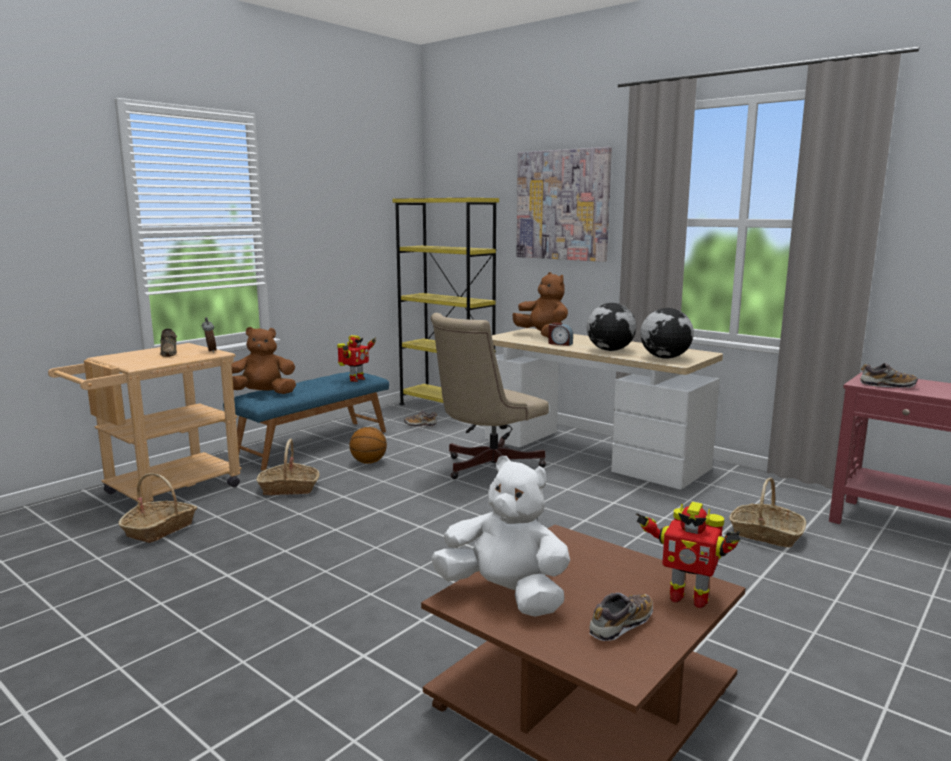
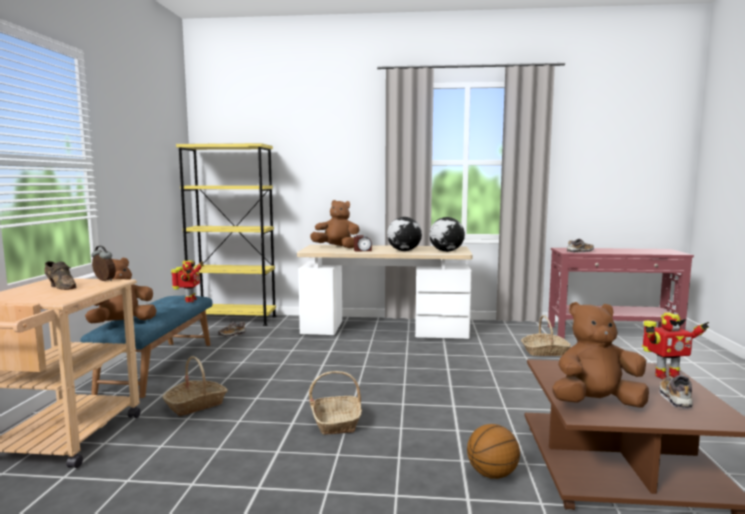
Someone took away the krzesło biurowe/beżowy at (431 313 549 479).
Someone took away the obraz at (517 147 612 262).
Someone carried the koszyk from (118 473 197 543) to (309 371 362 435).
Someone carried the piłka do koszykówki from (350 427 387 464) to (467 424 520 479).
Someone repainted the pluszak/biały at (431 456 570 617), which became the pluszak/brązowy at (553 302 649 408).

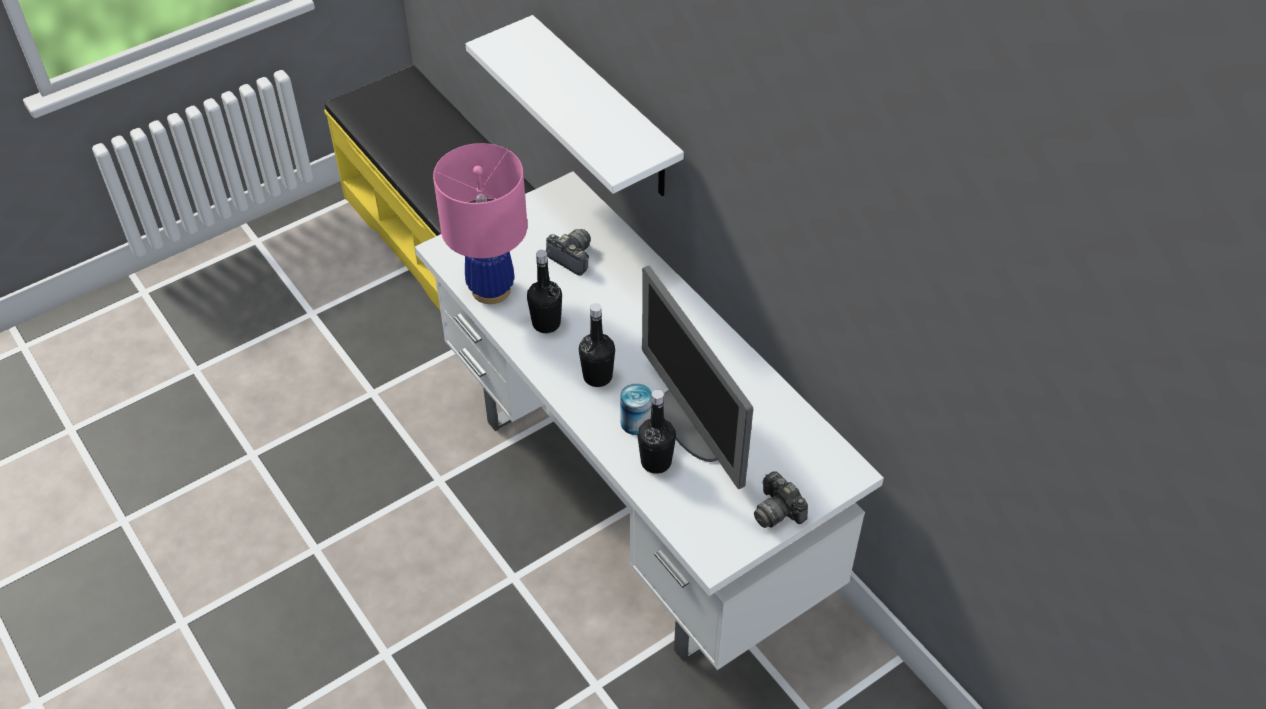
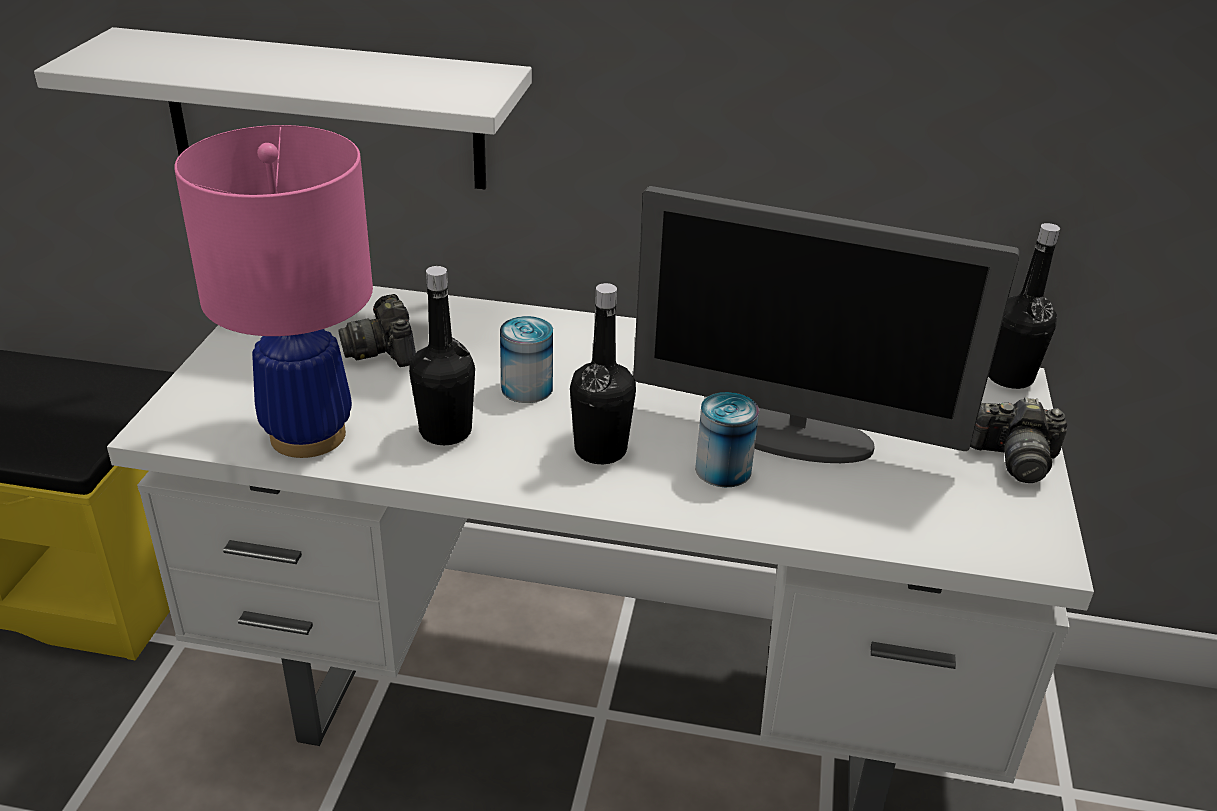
Someone put down the puszka at (500 316 553 403).
Someone carried the butelka/czarny from (638 390 676 474) to (988 223 1060 389).
Someone rotated the aparat fotograficzny at (546 229 591 276) by 105 degrees counterclockwise.

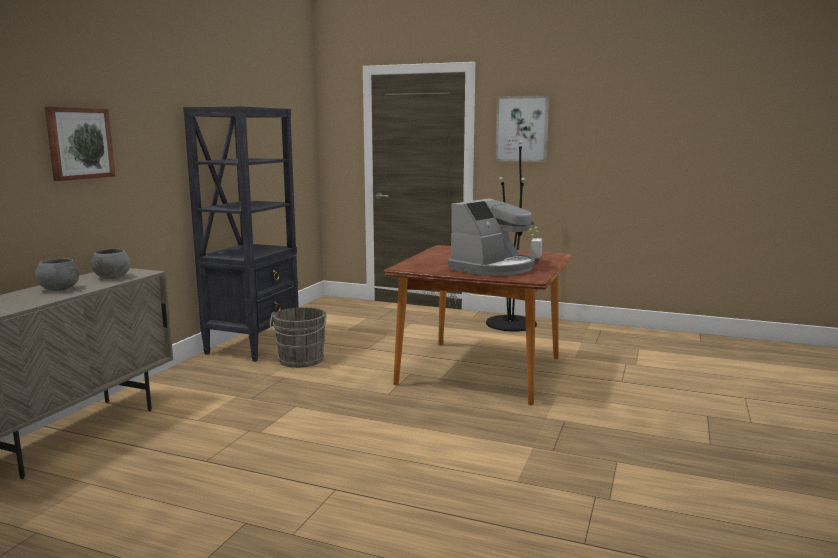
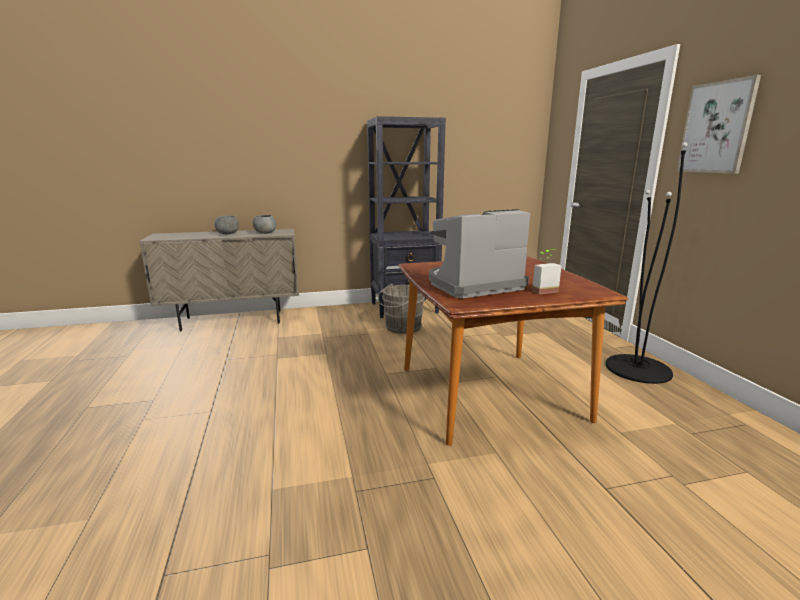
Someone took away the obraz at (45 107 115 181).
Someone rotated the ekspres do kawy at (448 198 535 276) by 150 degrees clockwise.

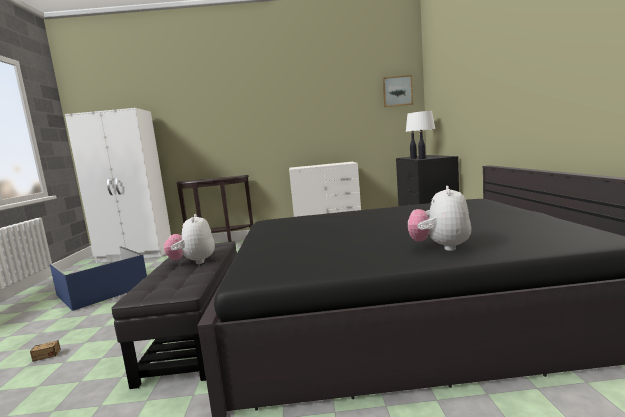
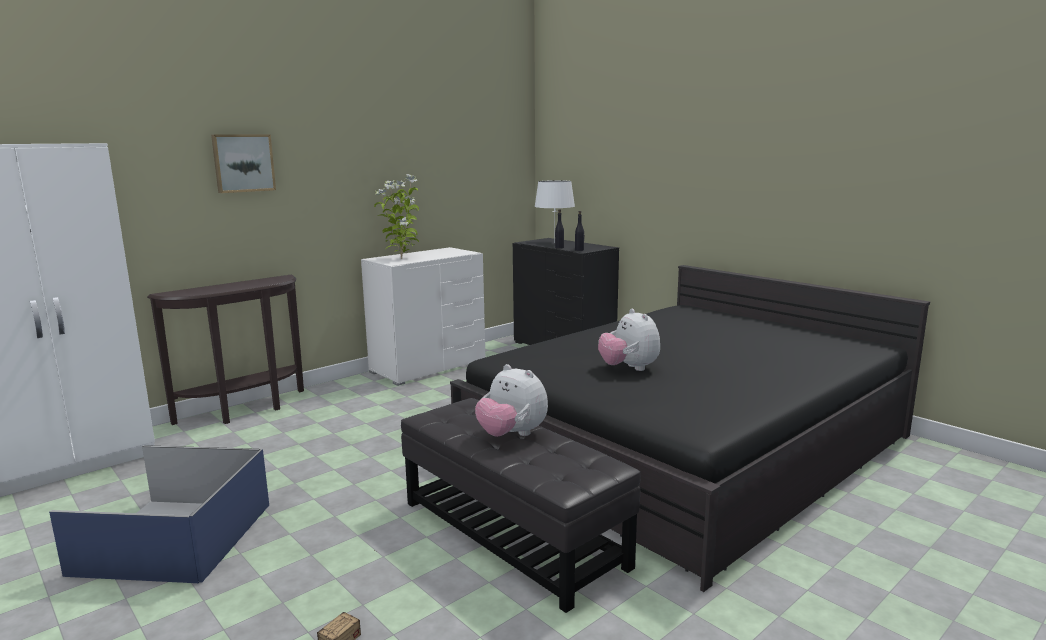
Someone put down the roślina doniczkowa at (374 174 419 259).
Someone carried the obraz from (383 75 413 107) to (211 135 276 193).
Someone carried the pluszak from (408 186 471 251) to (598 309 660 371).

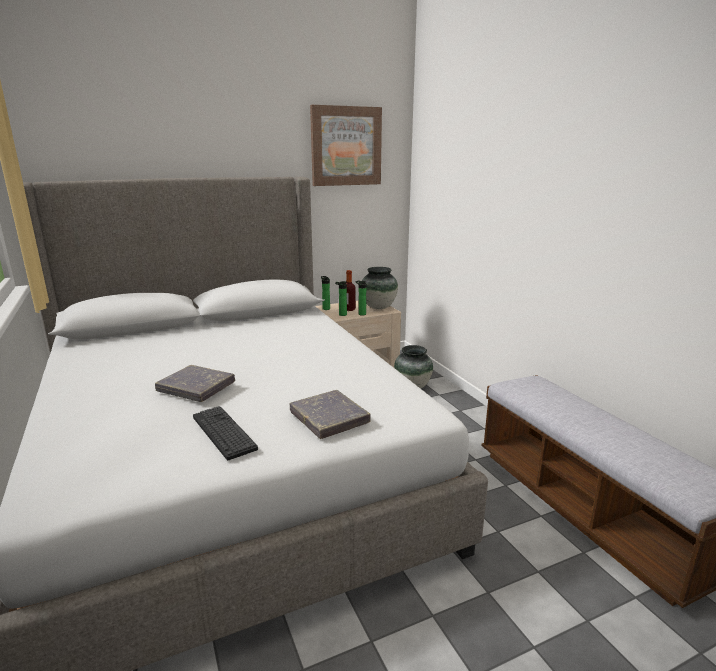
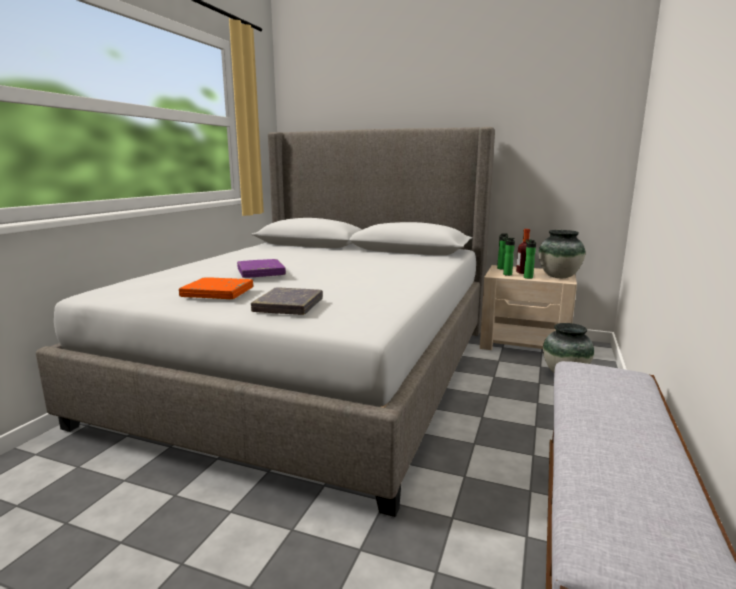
Someone took away the obraz at (310 105 382 186).
Someone swapped the klawiatura at (193 406 258 460) for the książka/pomarańczowy at (179 277 253 299).
Someone repainted the książka/szary at (155 365 235 402), which became the książka/fioletowy at (237 259 286 278).

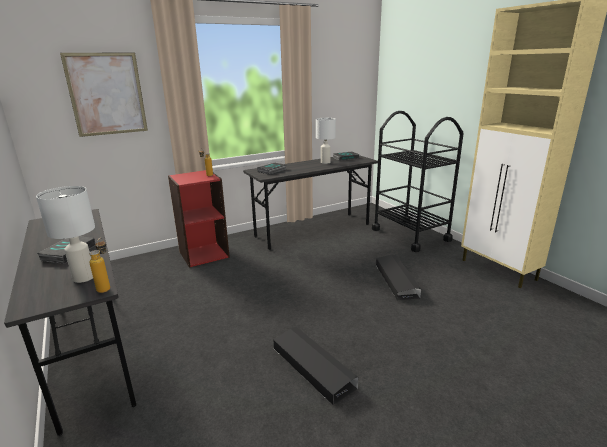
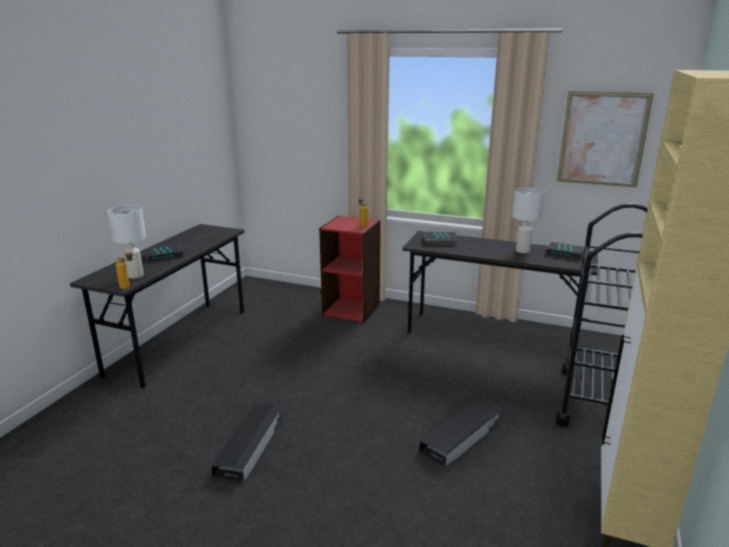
Someone carried the obraz from (60 52 148 137) to (557 91 654 187).

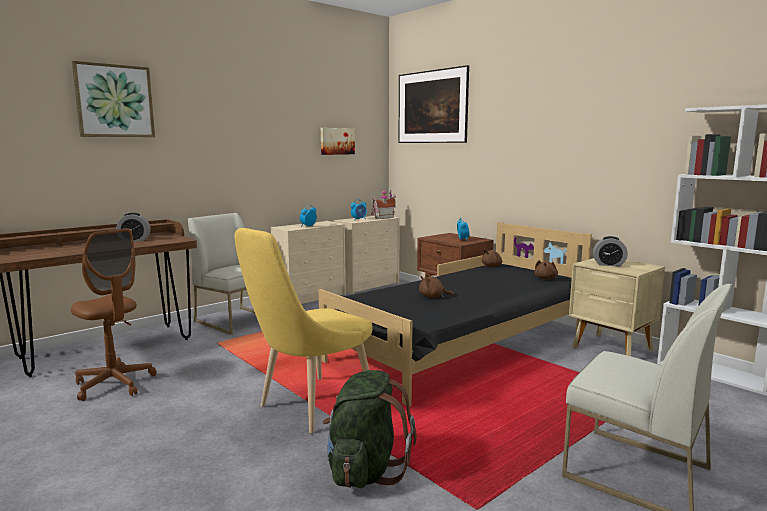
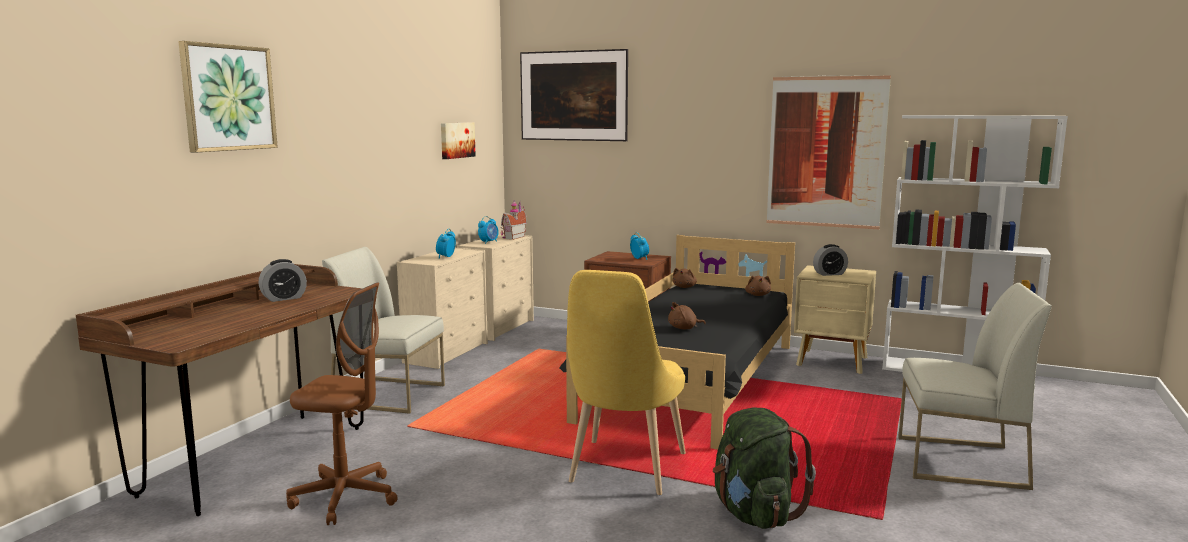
Someone put up the obraz at (766 75 891 229).

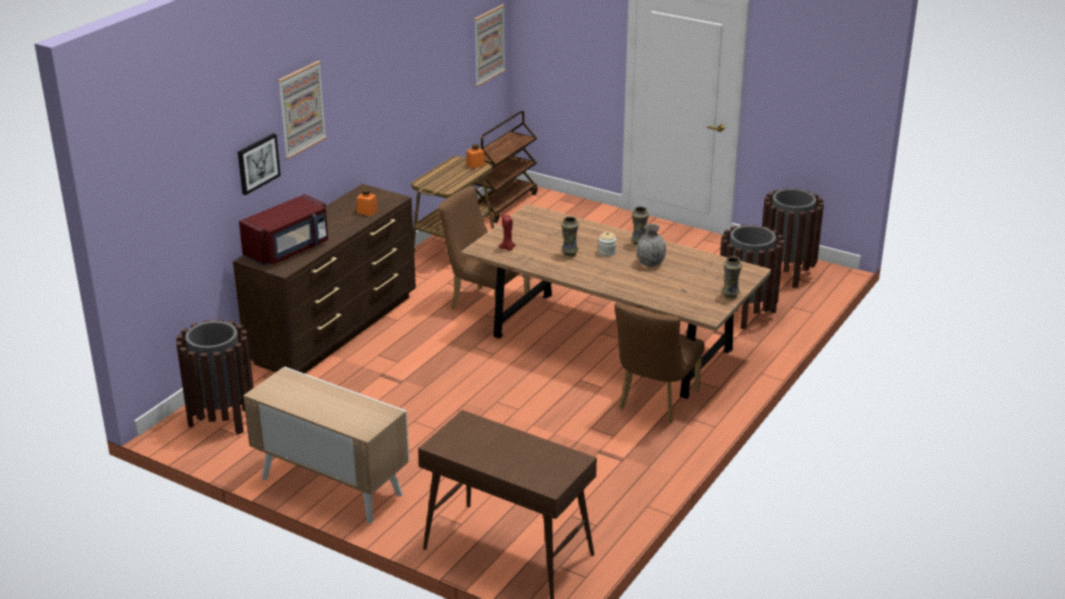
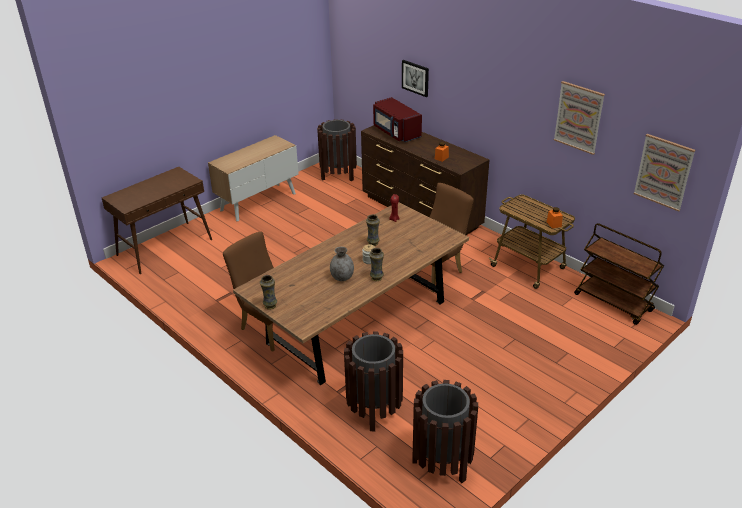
Someone carried the obraz from (278 61 327 159) to (554 81 605 155).

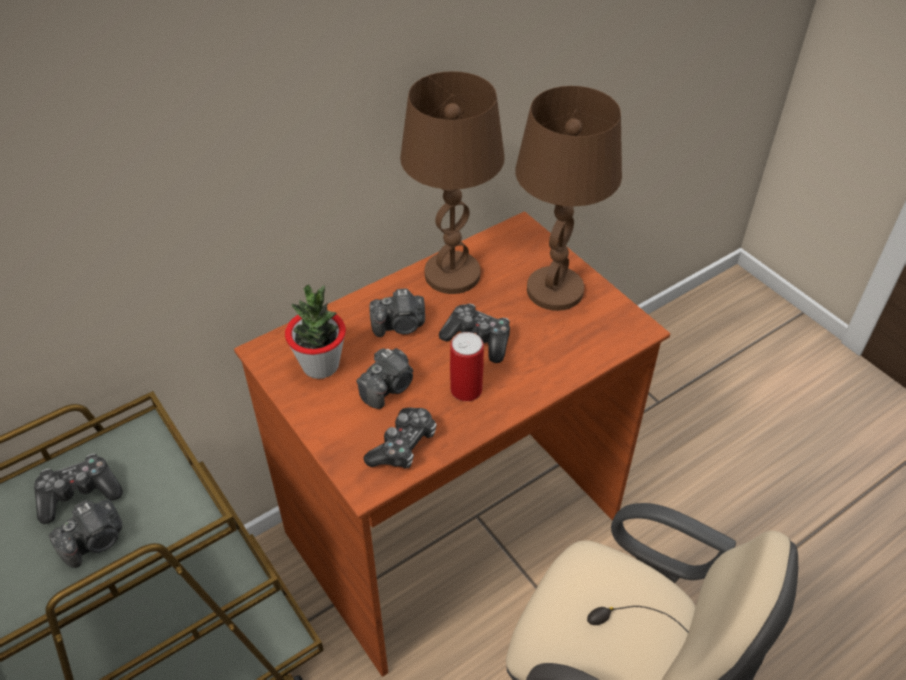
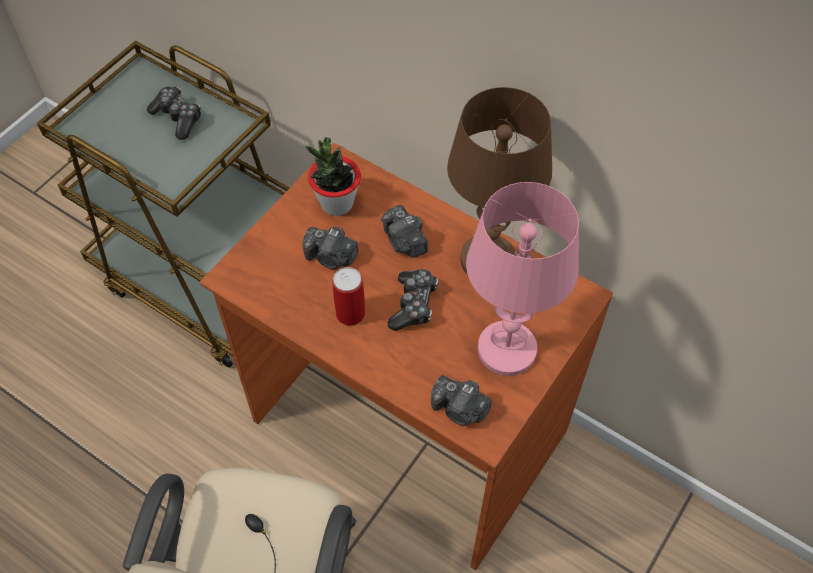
Someone took away the pad do gier at (363 407 437 469).
Someone carried the aparat fotograficzny from (49 499 122 568) to (431 375 492 426).
Someone repainted the lampa stołowa/brązowy at (515 86 622 311), which became the lampa stołowa/różowy at (466 182 579 376).

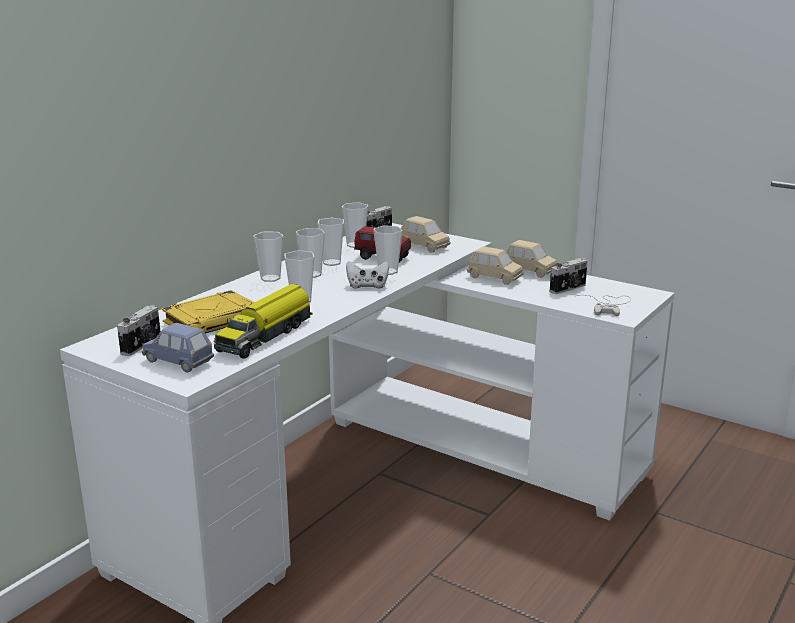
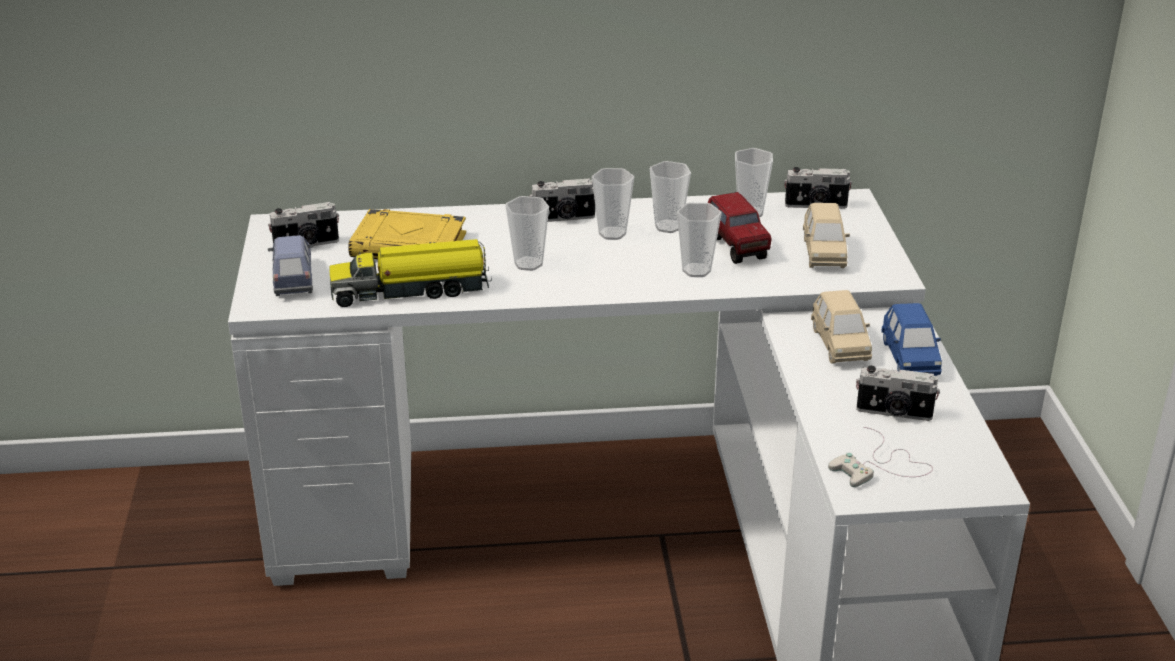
Someone took away the pad do gier/biały at (346 261 389 289).
Someone swapped the filiżanka at (253 232 283 282) for the aparat fotograficzny at (530 178 595 222).
Someone repainted the samochodzik/beżowy at (506 240 557 278), which became the samochodzik/niebieski at (881 303 942 376).

